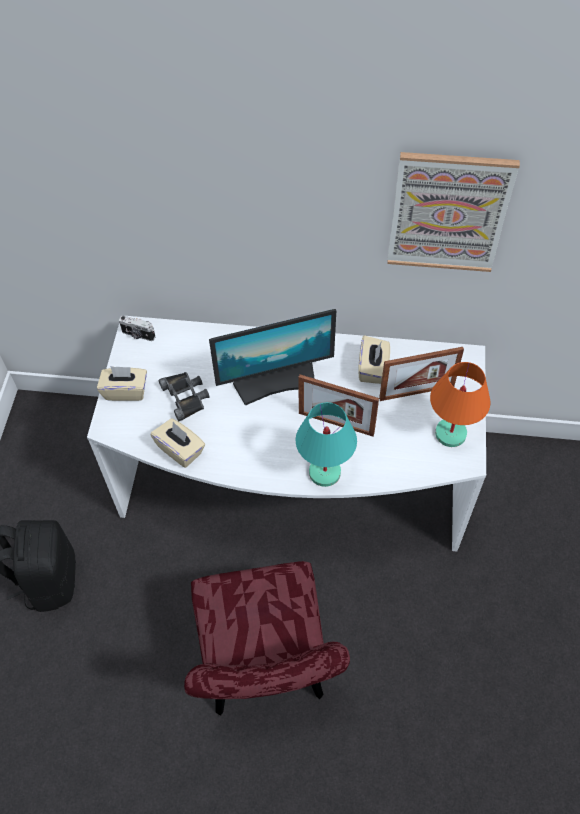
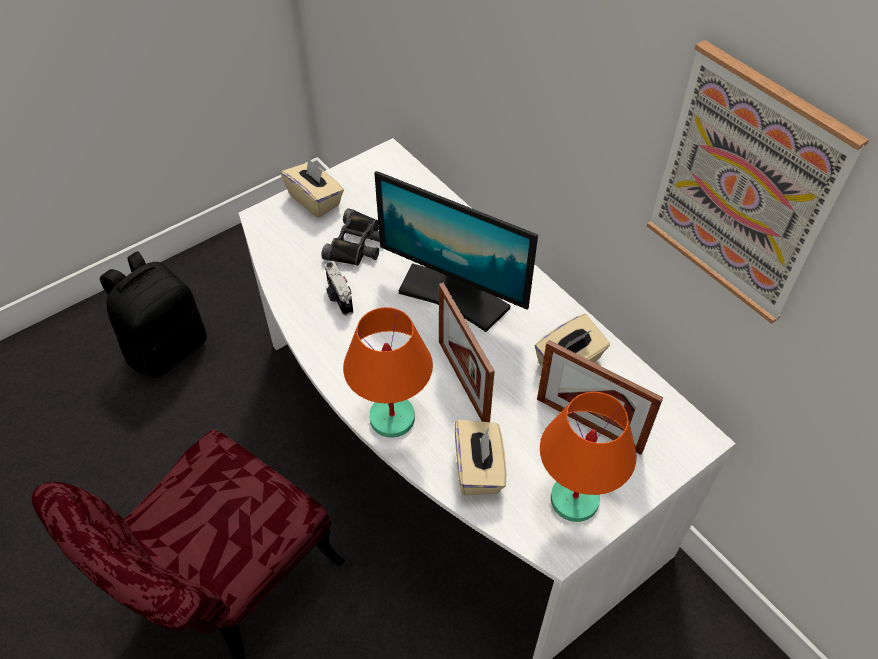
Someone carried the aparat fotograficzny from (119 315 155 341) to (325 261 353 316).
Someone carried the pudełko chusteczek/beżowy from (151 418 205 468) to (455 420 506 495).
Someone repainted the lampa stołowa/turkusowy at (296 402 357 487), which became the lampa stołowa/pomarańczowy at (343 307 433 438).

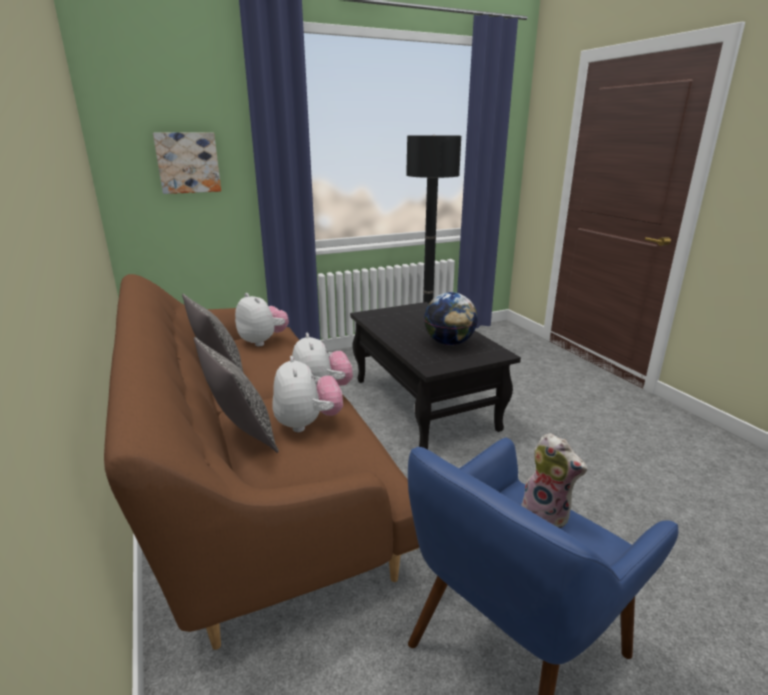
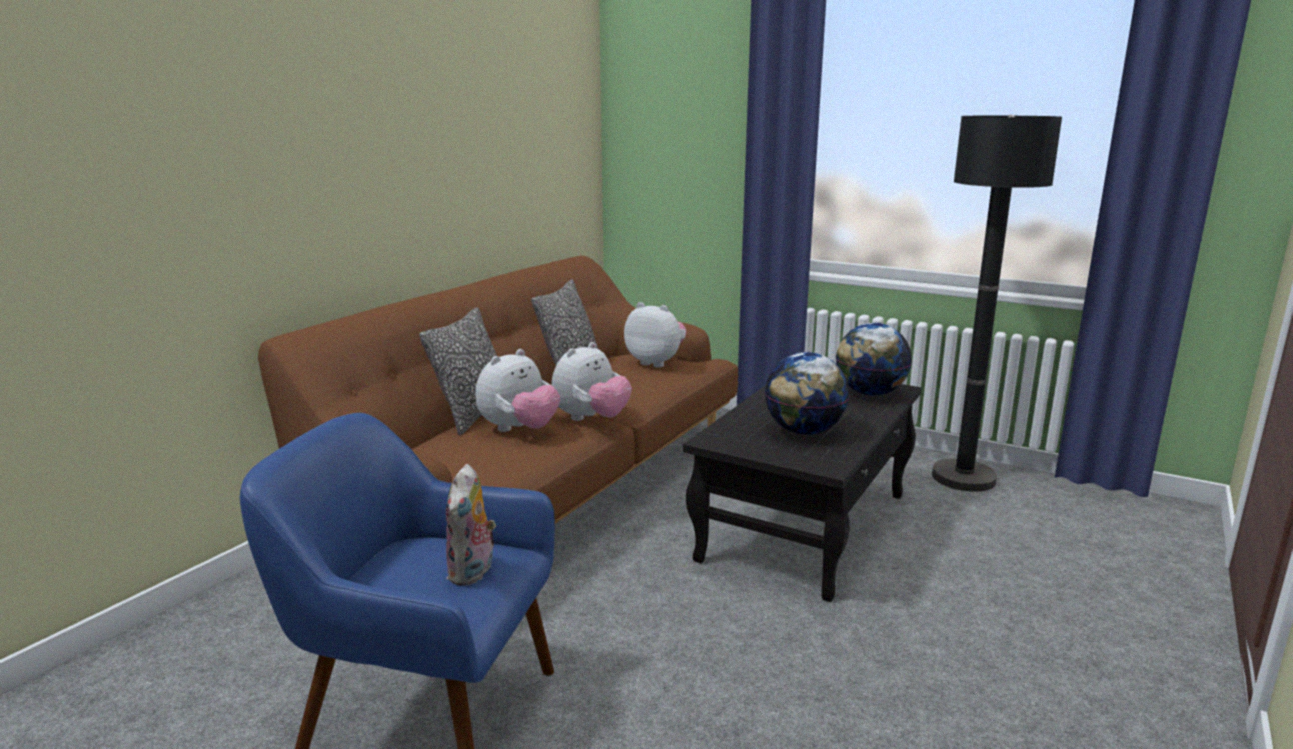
Someone took away the obraz at (153 133 221 194).
Someone put down the globus at (836 323 912 396).
Someone rotated the pluszak at (235 293 289 346) by 75 degrees counterclockwise.

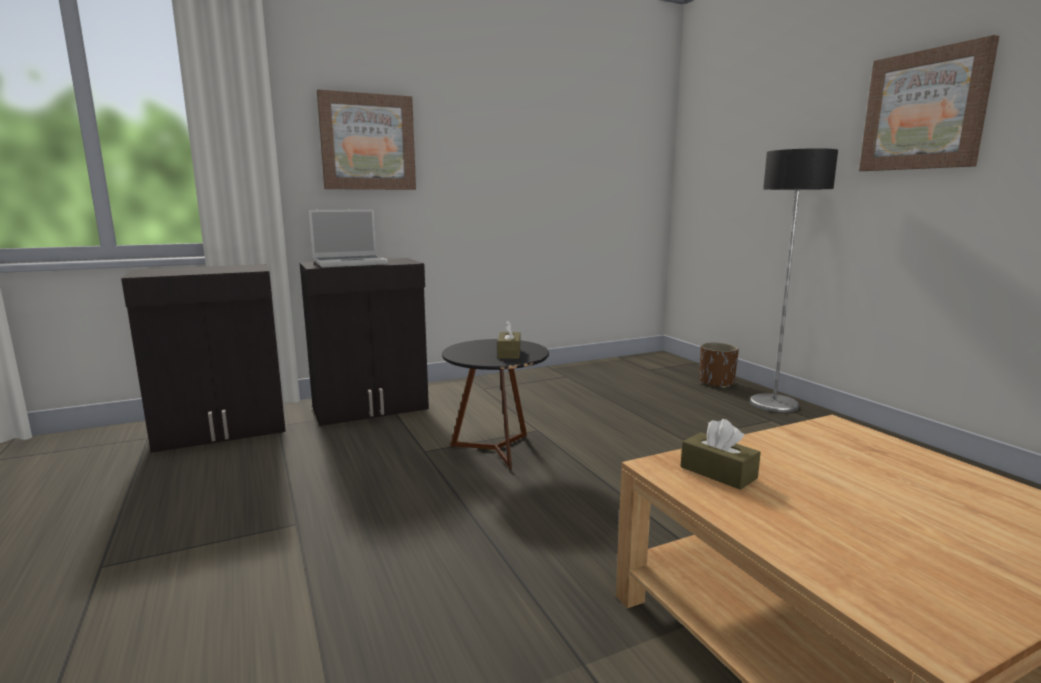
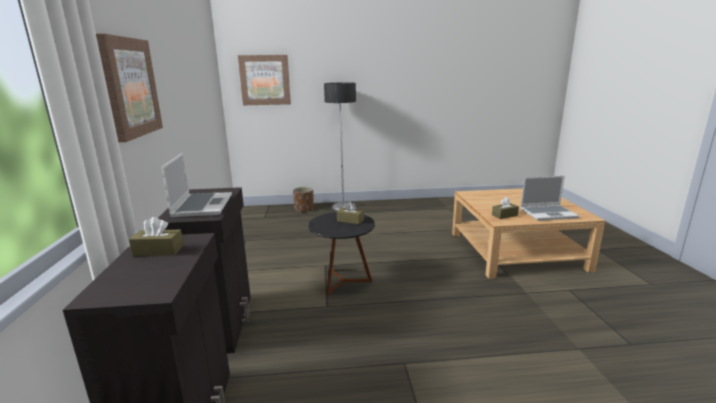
Someone put down the pudełko chusteczek/brązowy at (129 217 184 256).
Someone put down the laptop at (520 176 579 221).
Someone carried the obraz from (859 35 999 171) to (238 55 291 105).

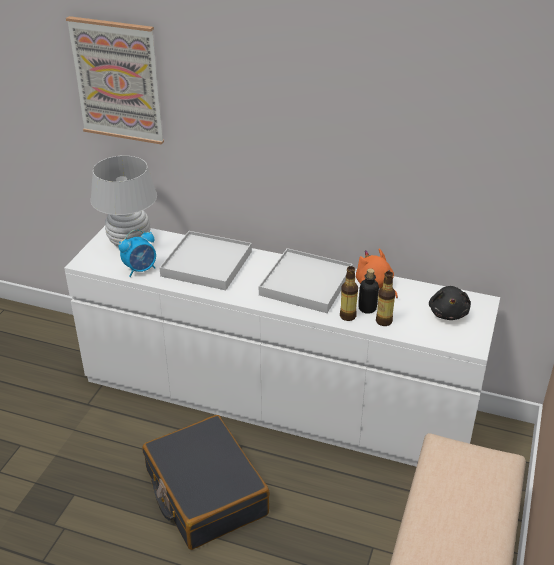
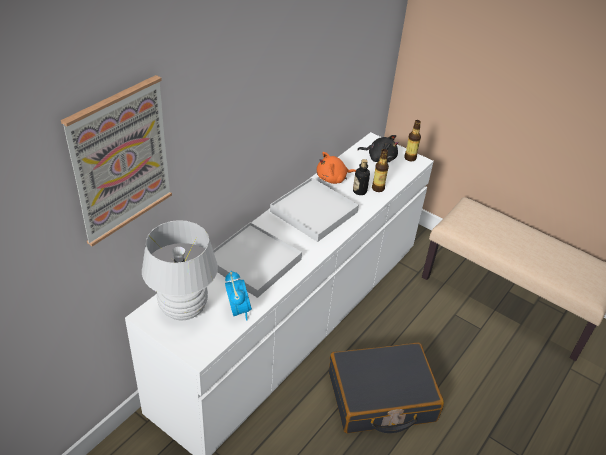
Someone carried the butelka from (340 266 358 321) to (404 120 421 161).

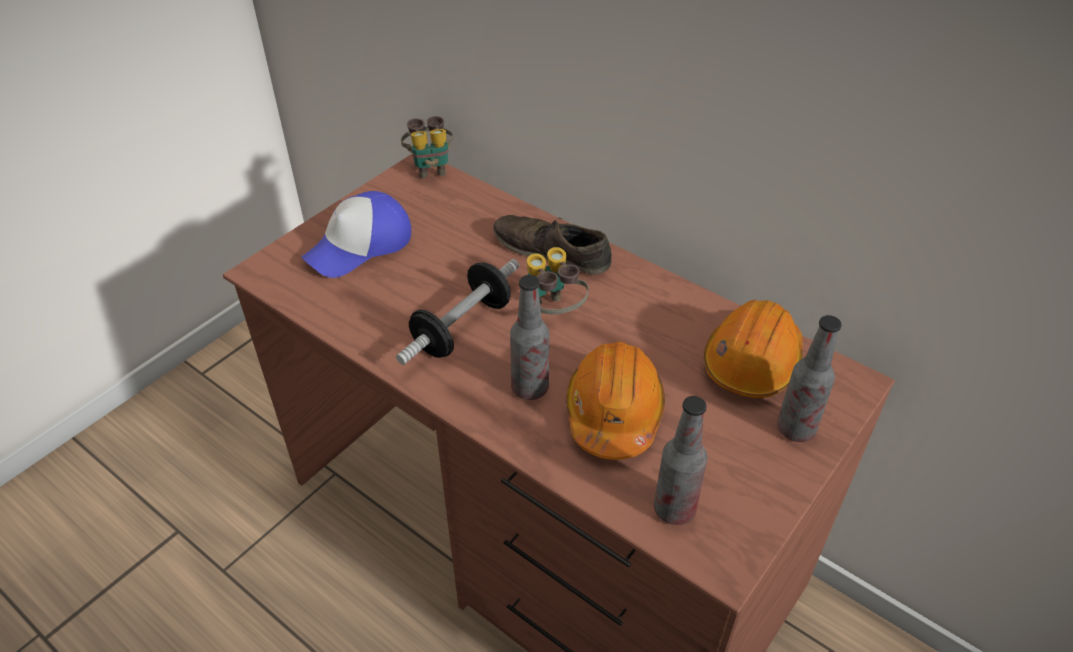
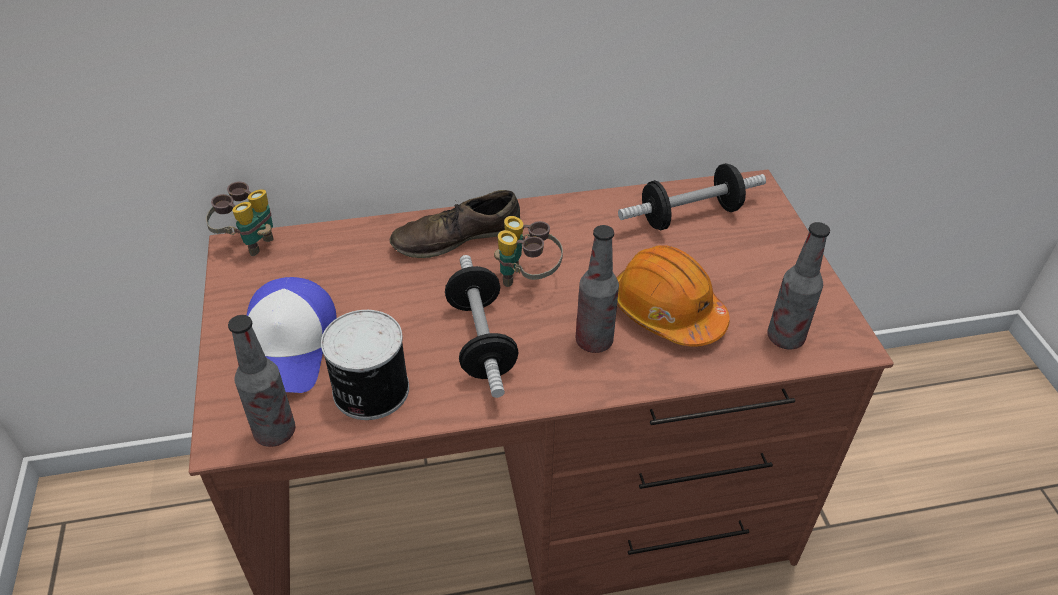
Someone put down the puszka at (321 310 409 420).
Someone carried the butelka from (777 315 842 442) to (228 315 295 447).
Someone swapped the kask/pomarańczowy at (704 300 803 398) for the hantel at (618 163 766 230).

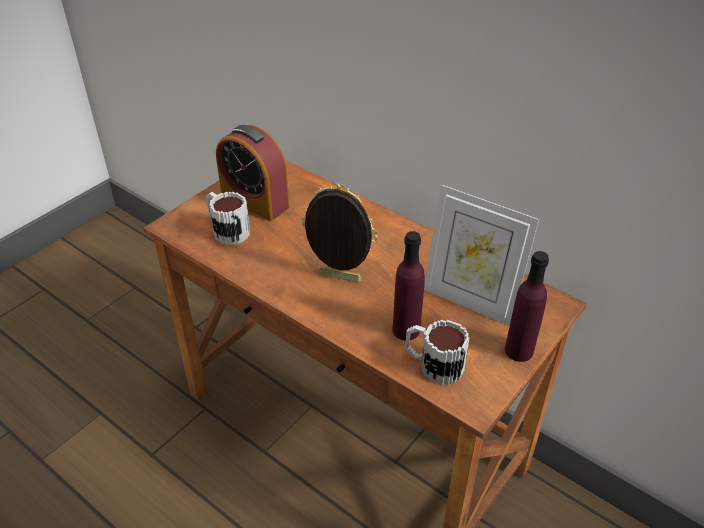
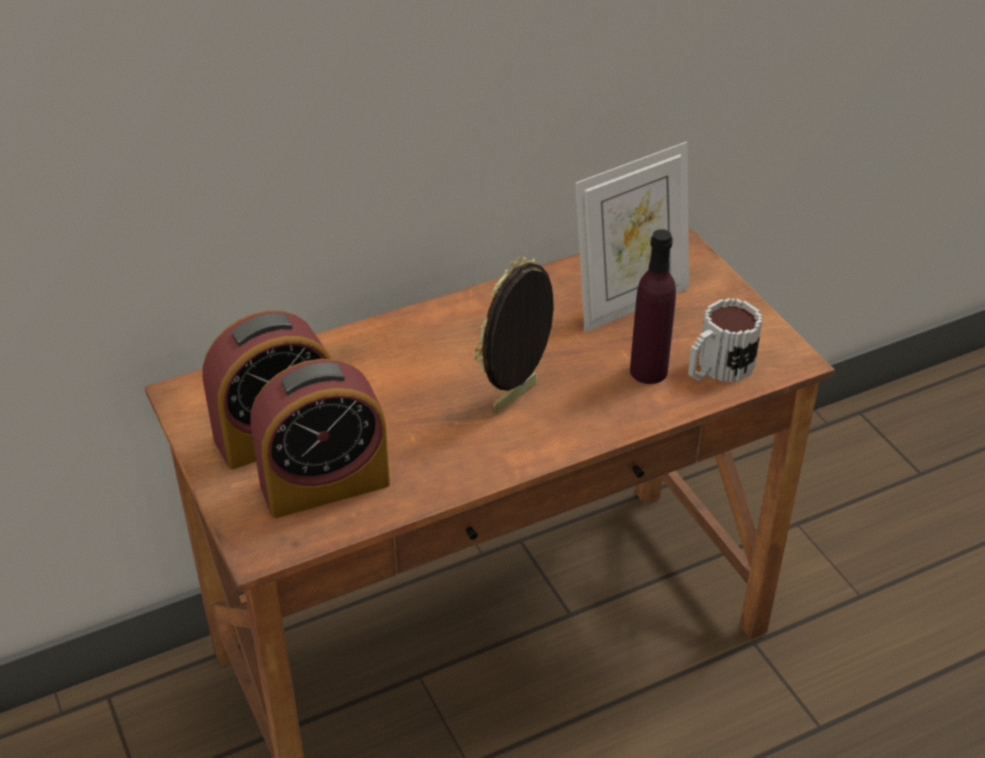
Someone took away the butelka/fioletowy at (505 251 549 362).
Someone swapped the kubek at (206 191 250 245) for the budzik at (250 359 390 518).

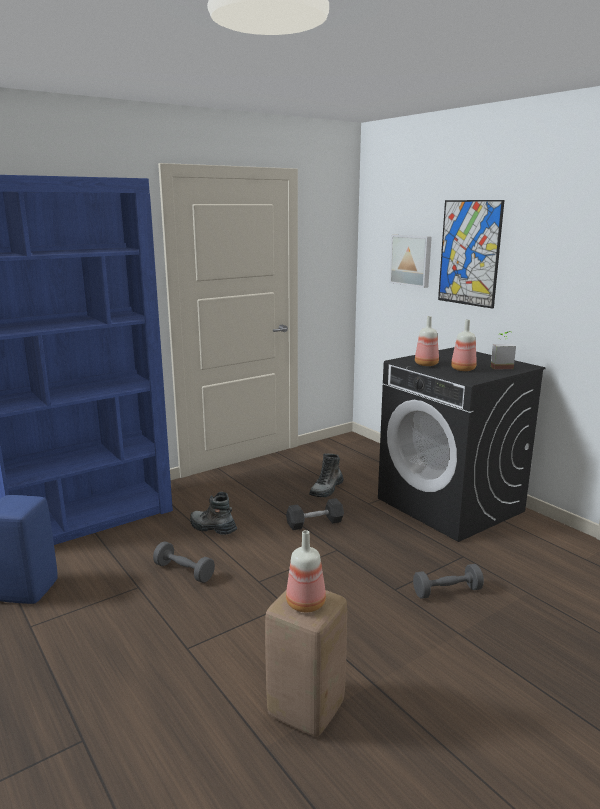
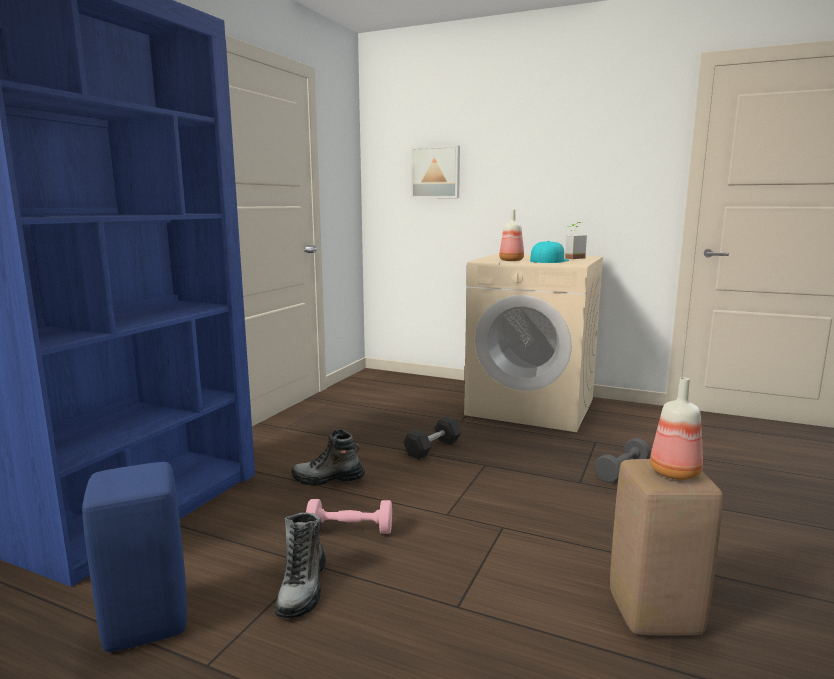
Someone took away the obraz at (438 200 504 309).
Someone carried the but z cholewką from (309 453 344 497) to (275 513 326 618).
Someone swapped the butelka at (451 319 477 371) for the czapka z daszkiem/turkusowy at (530 241 569 263).
Someone repainted the hantel/szary at (153 541 215 583), which became the hantel/różowy at (306 499 392 534).
Someone repainted the pralka/czarny at (378 347 546 542), which became the pralka/beżowy at (464 253 603 432).

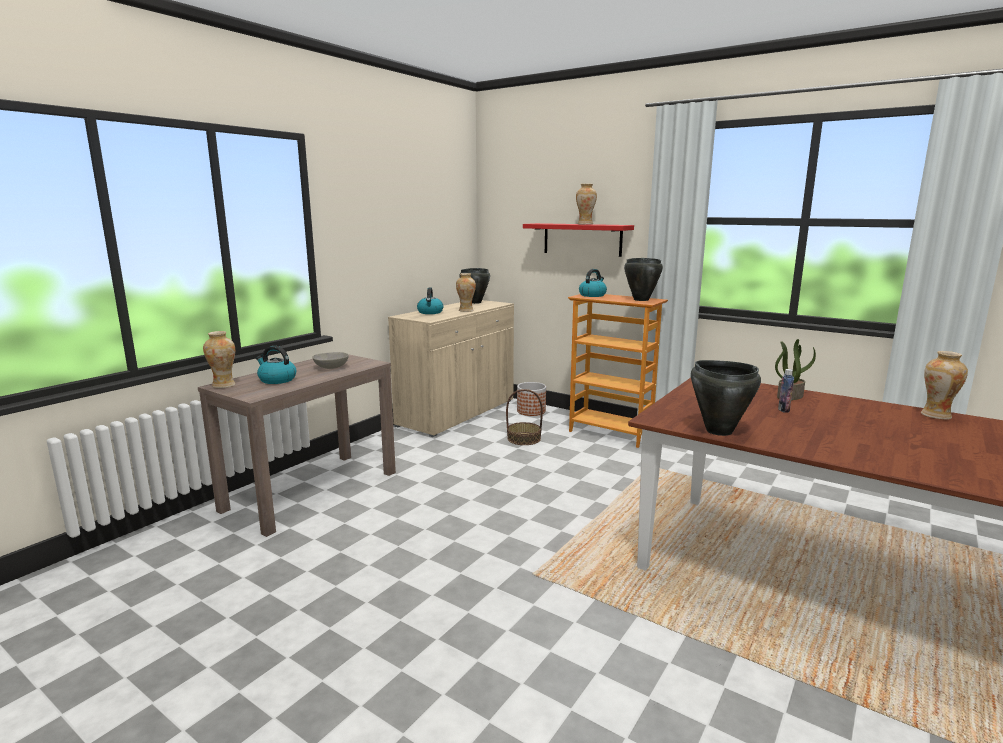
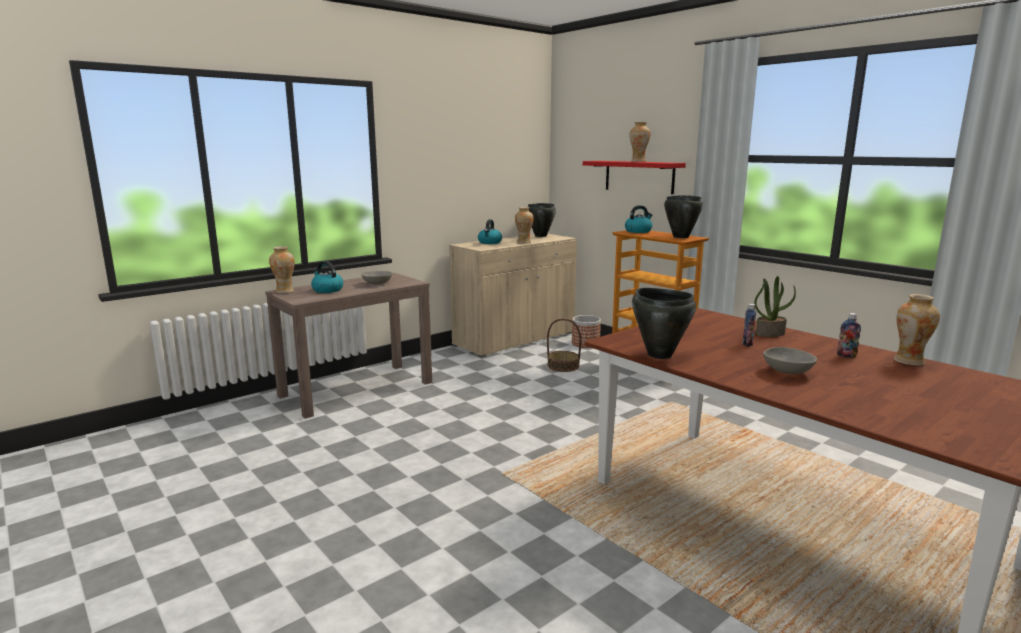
Someone put down the miska/szary at (763 347 817 374).
Someone put down the butelka at (837 313 861 357).

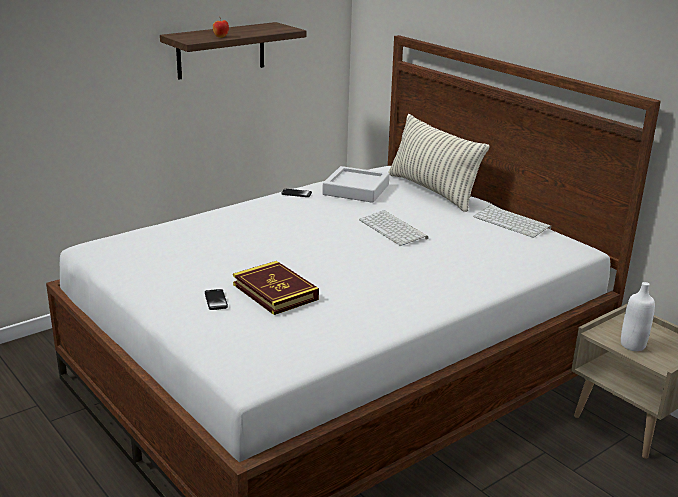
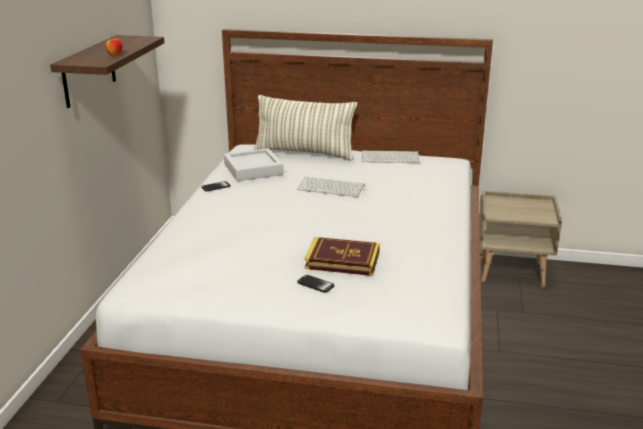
Someone took away the butelka/biały at (621 282 655 351).

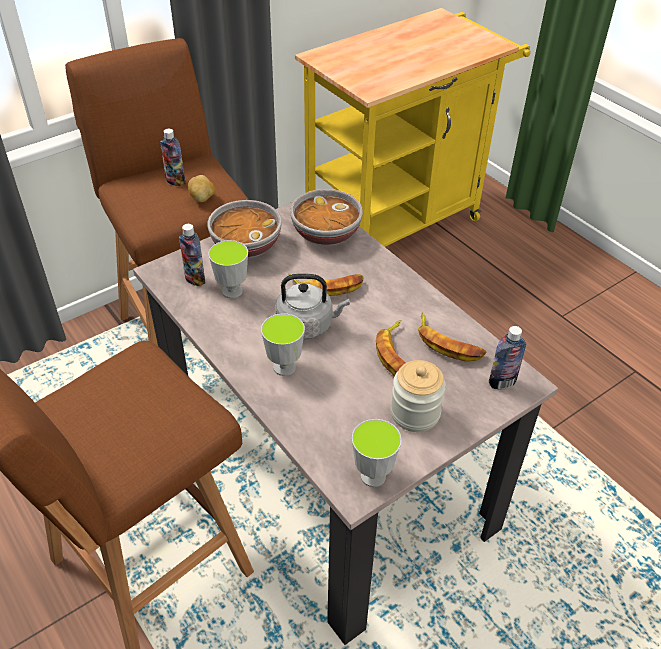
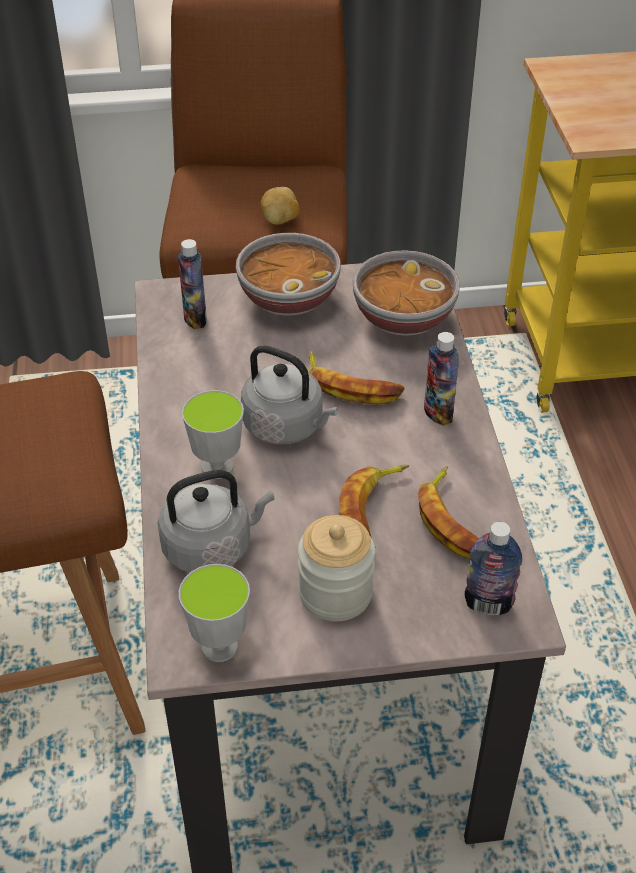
Someone took away the filiżanka at (208 240 248 298).
Someone put down the czajnik/szary at (158 470 274 573).
Someone carried the butelka from (160 129 185 186) to (424 332 459 426).

